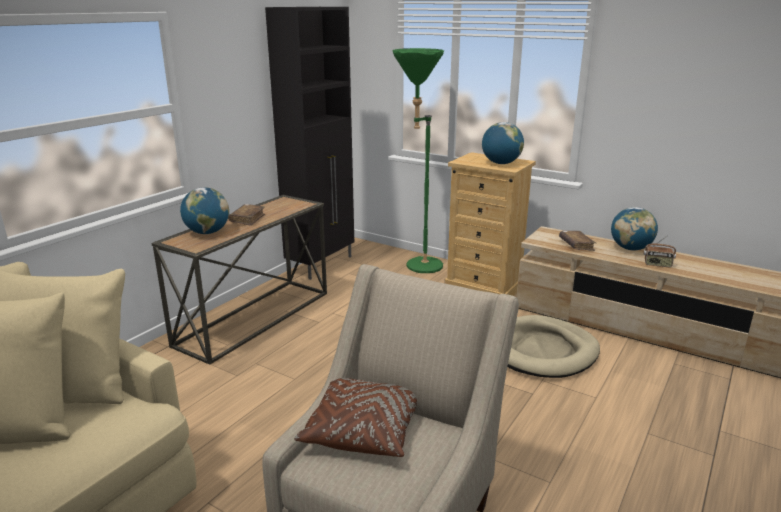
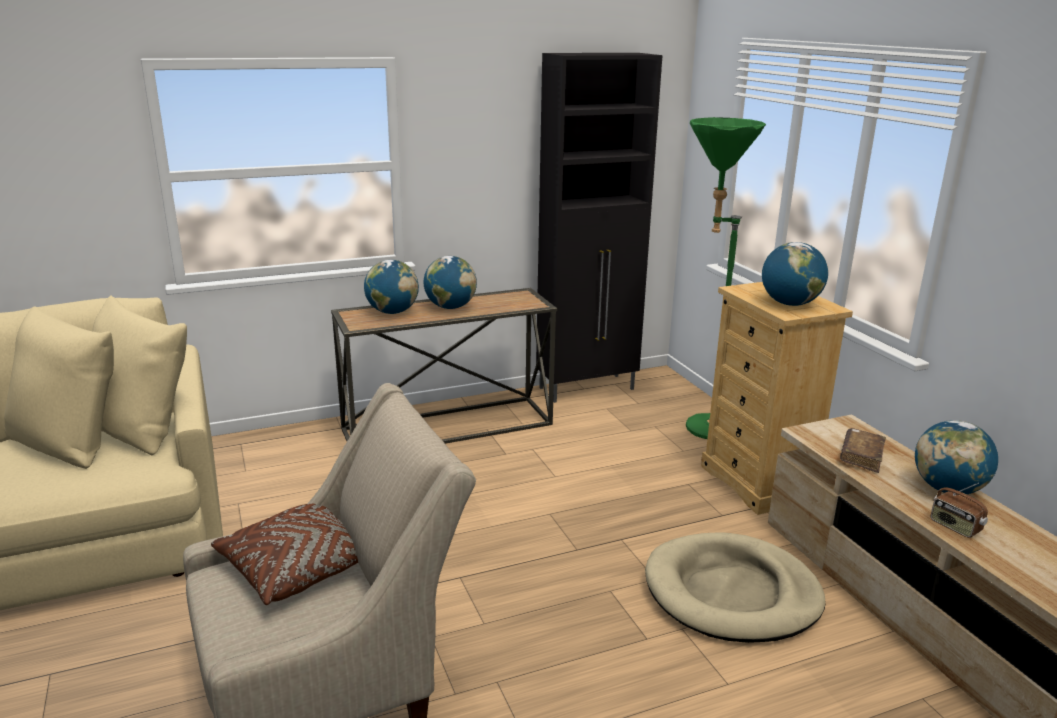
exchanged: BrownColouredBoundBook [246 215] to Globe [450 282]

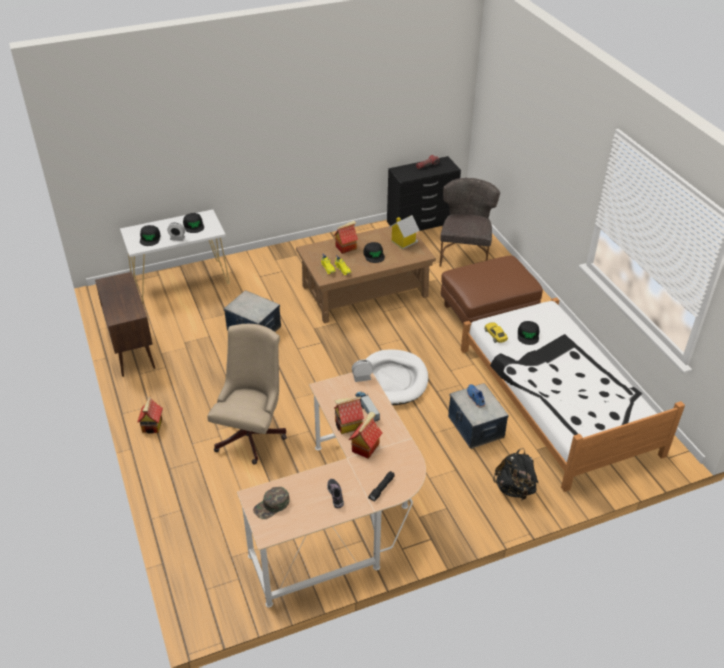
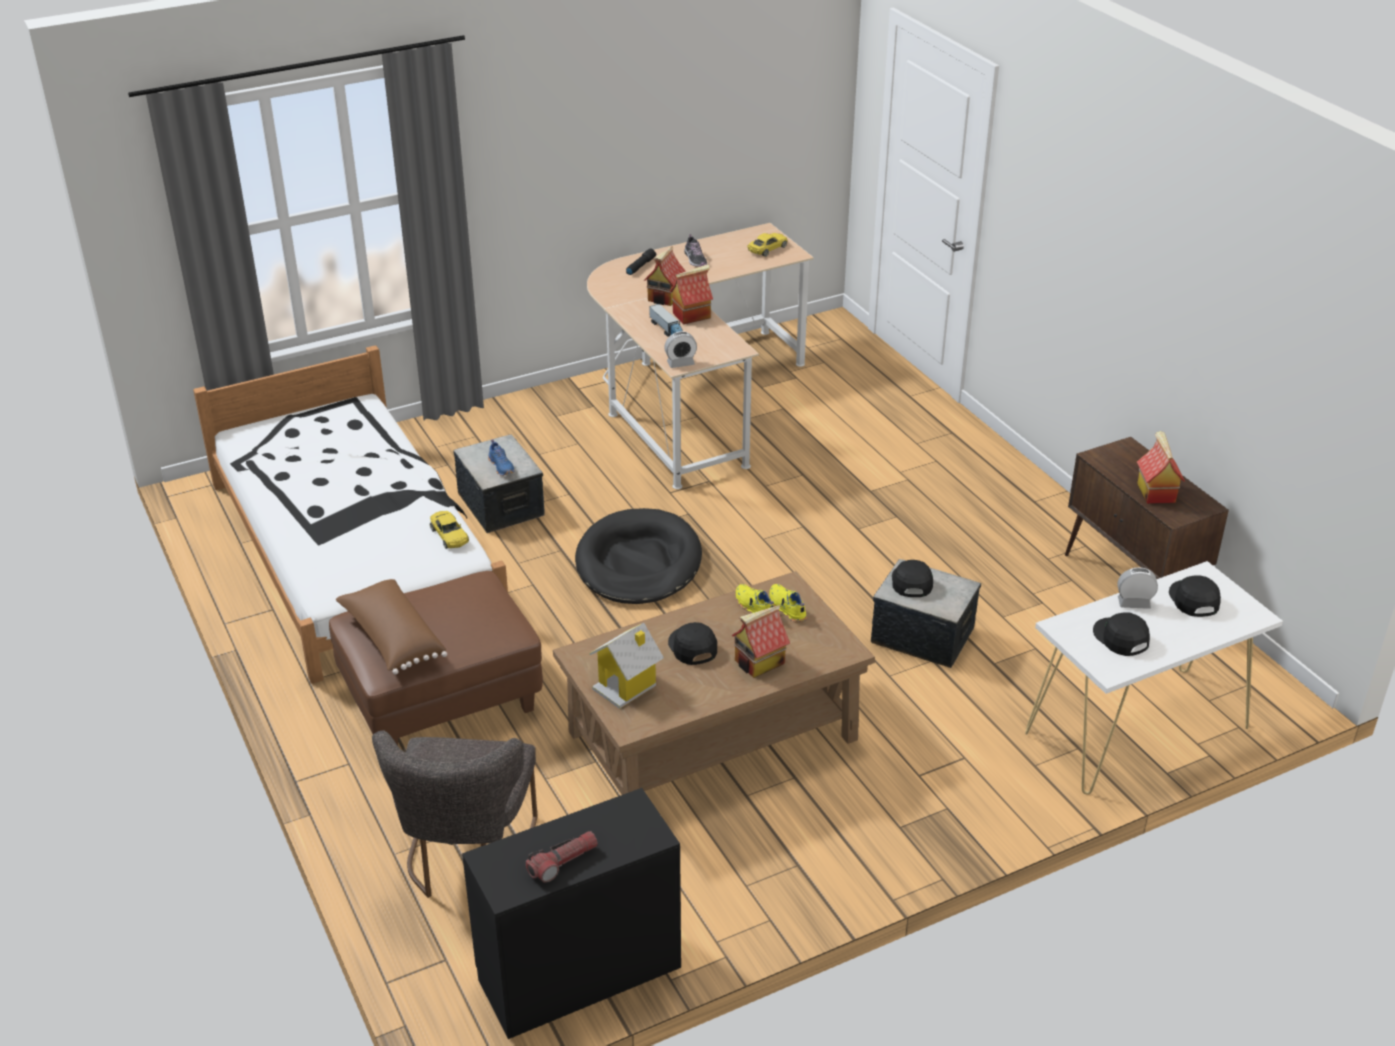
missing: SandColouredComputerChair [247 394]; BlackRucksack [516 474]
appeared: BrownColouredThrowPillow [391 627]
relocated: BlackPeakedCap [528 333] to [912 578]; MiniatureHouse [150 415] to [1161 467]
exchanged: GreenPeakedCap [271 503] to YellowishMiniatureCar [767 245]
colour: WhitishPetBed [396 377] to BlackPetBed [638 556]

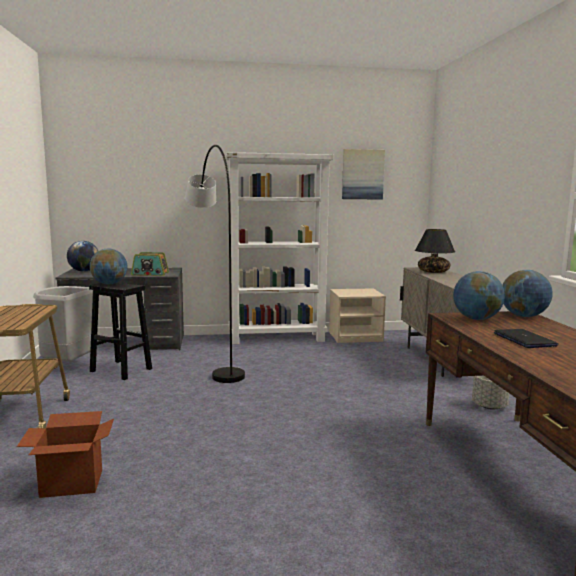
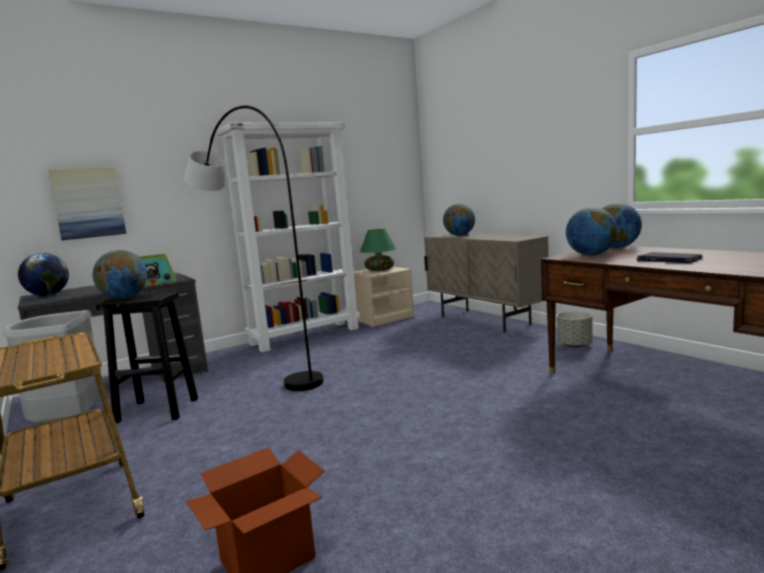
appeared: GreenTableLamp [378 250]
relocated: WallPicture [363 174] to [87 203]
exchanged: BlackTableLamp [435 251] to Globe [459 220]

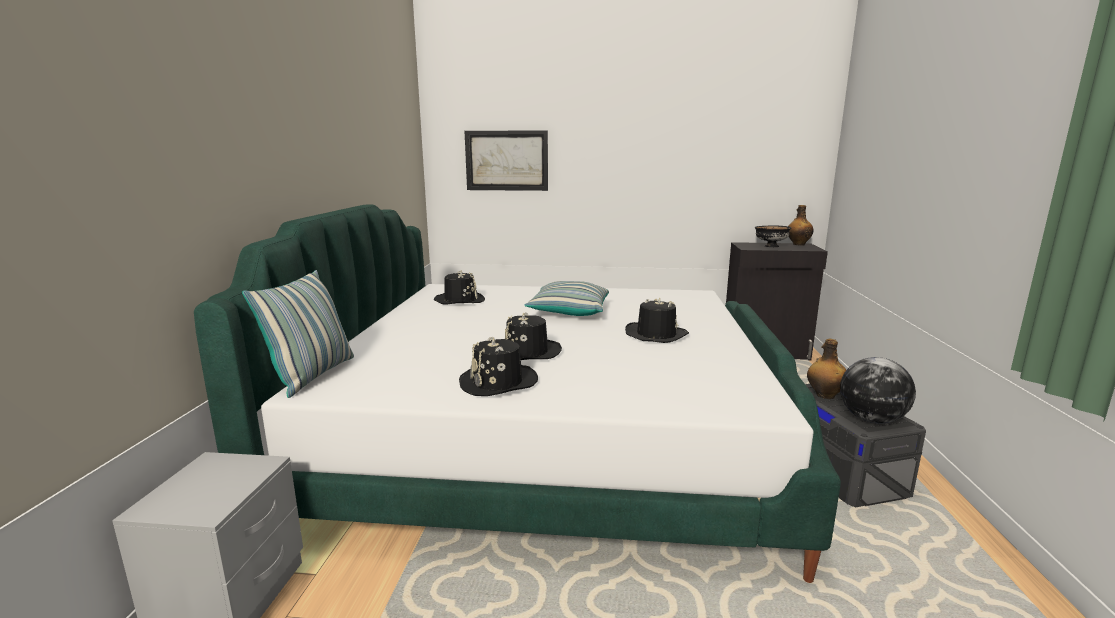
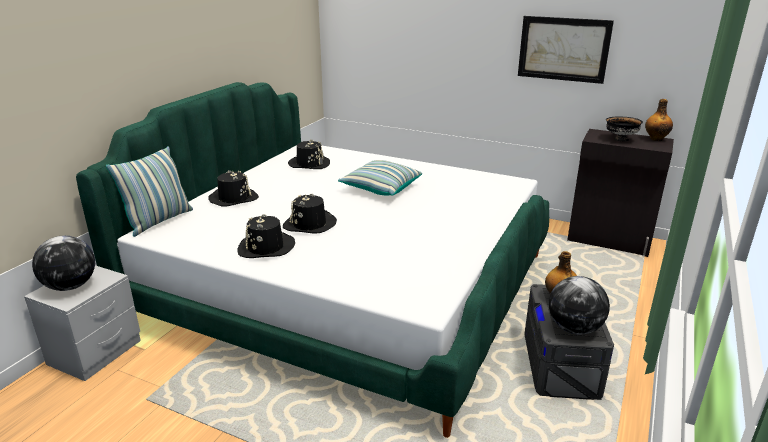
appeared: Globe [63 263]
relocated: WallPicture [506 160] to [566 50]; BlackHat [657 320] to [233 188]

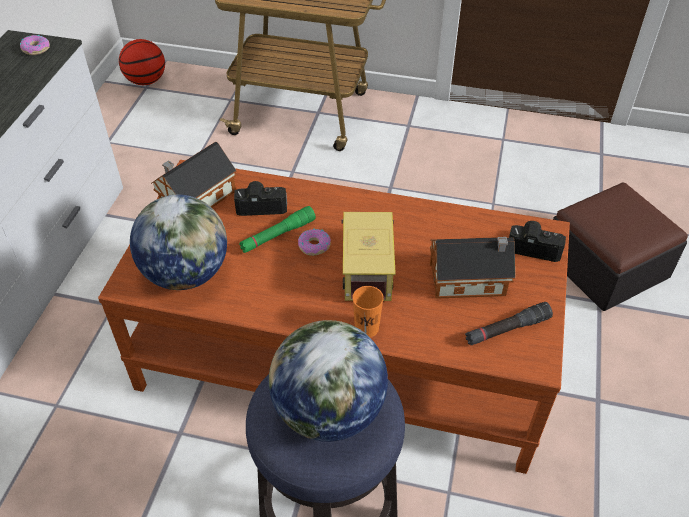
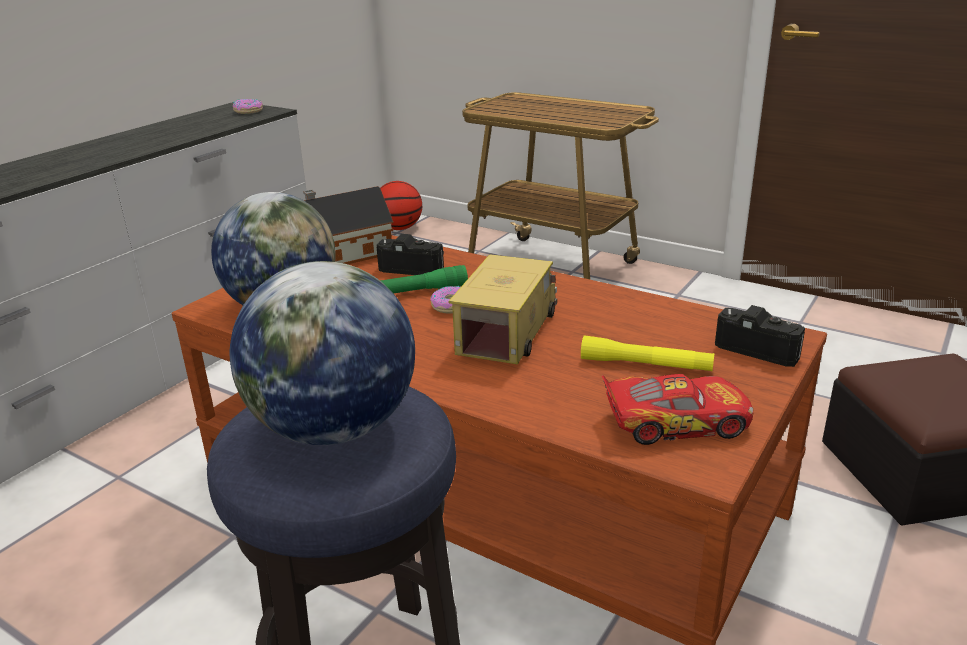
missing: OrangeyDrinkingCup [368 311]
exchanged: MiniatureHouse [472 267] to YellowishHandTorch [647 353]; BlackHandTorch [509 323] to MiniatureCar [677 409]

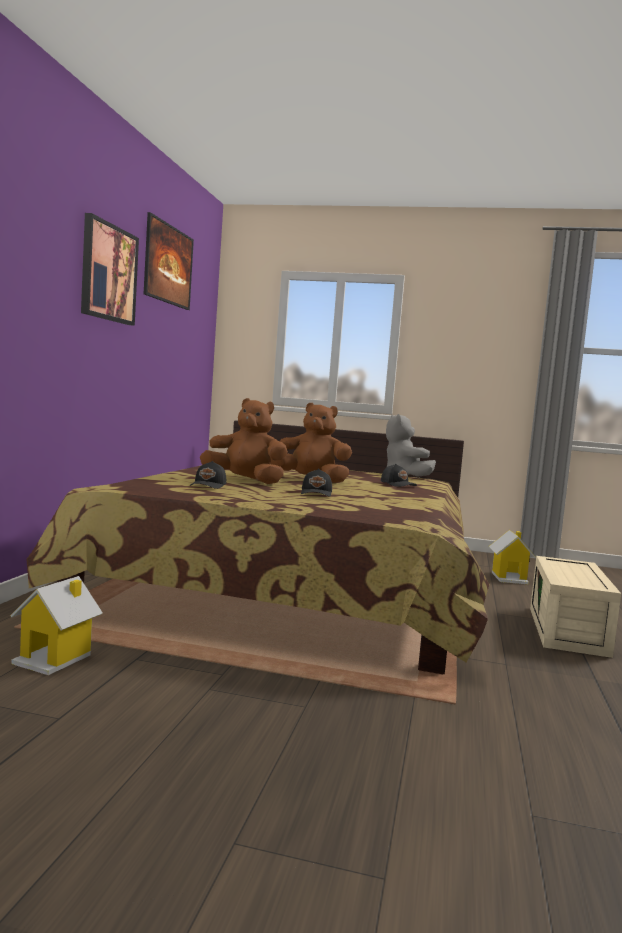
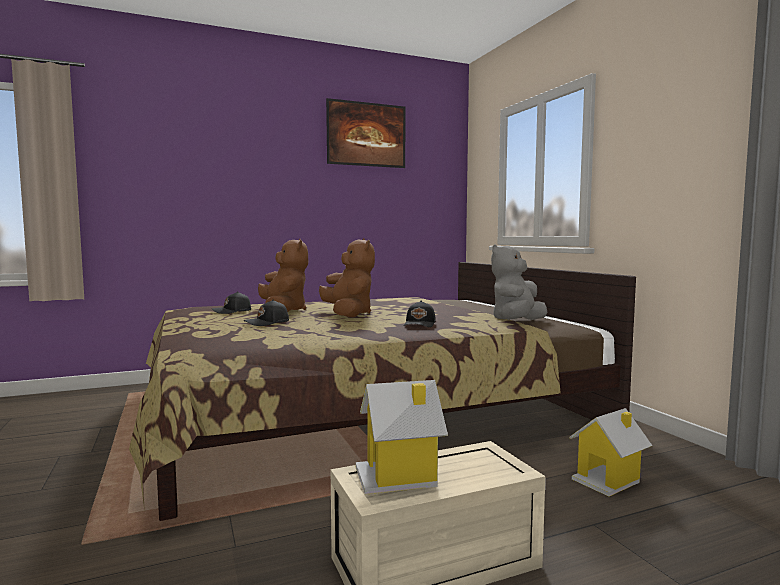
missing: WallPicture [110 269]
relocated: MiniatureHouse [56 625] to [402 437]

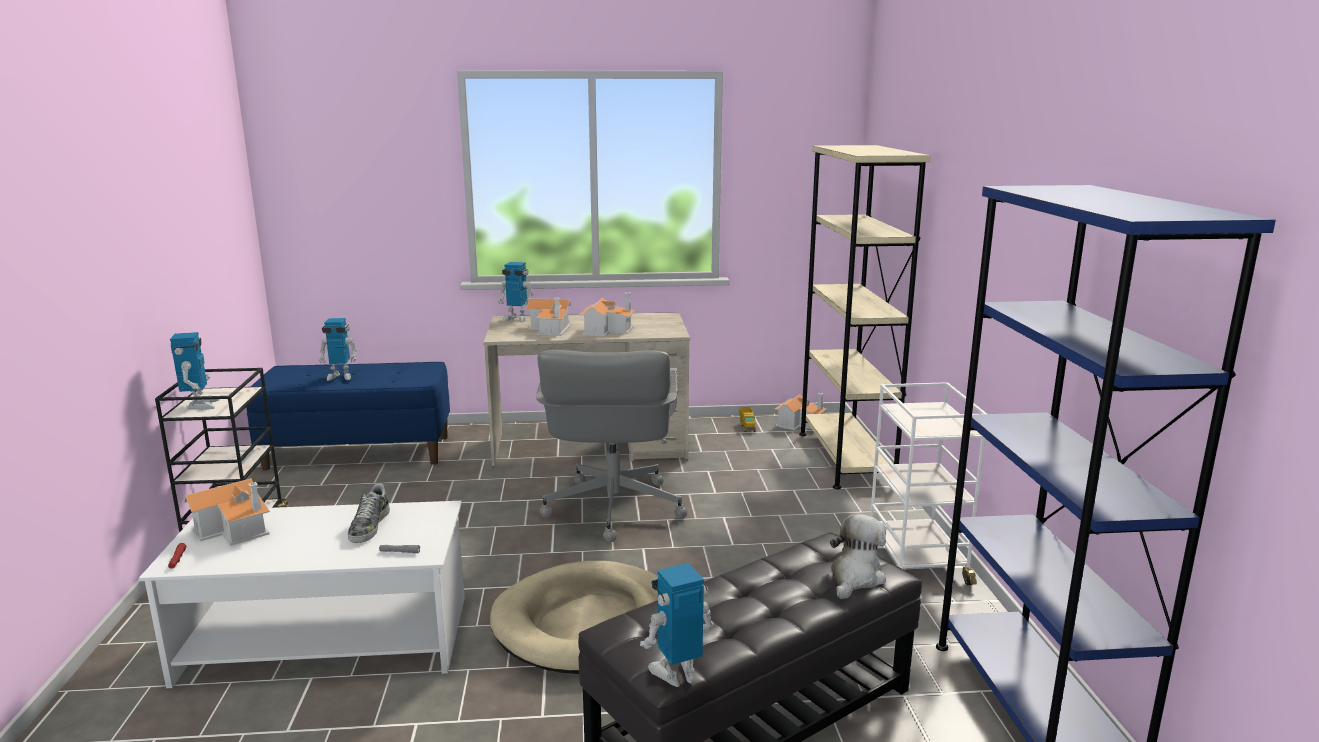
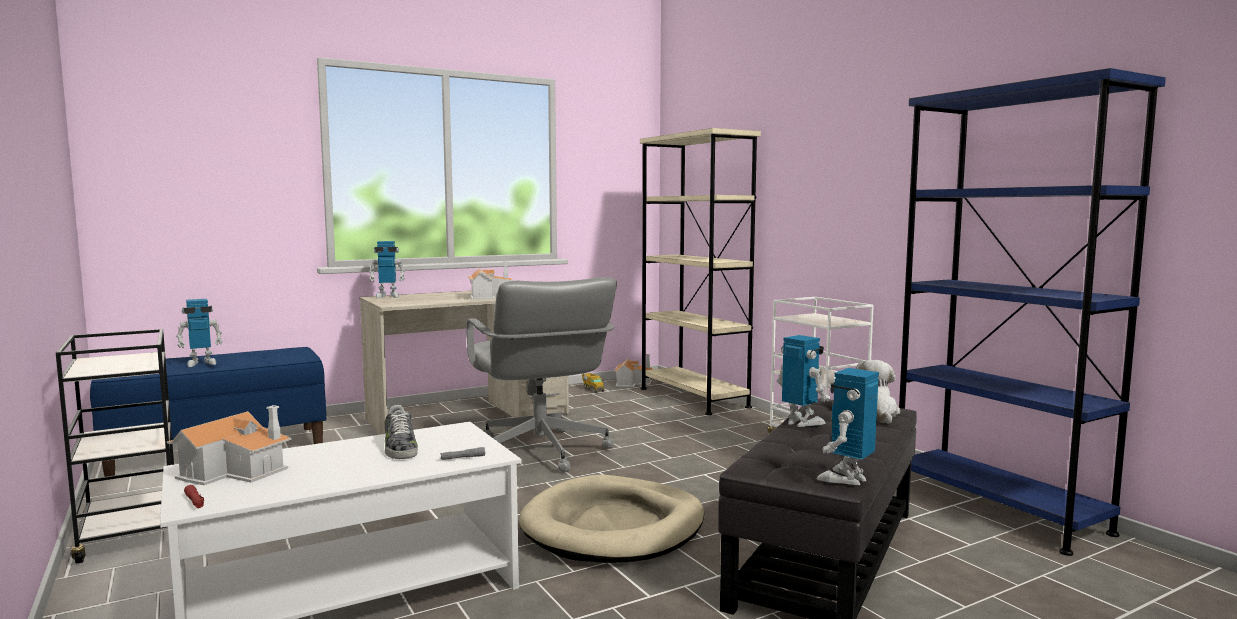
missing: MiniatureHouse [549 317]
relocated: ToyRobot [194 371] to [803 381]

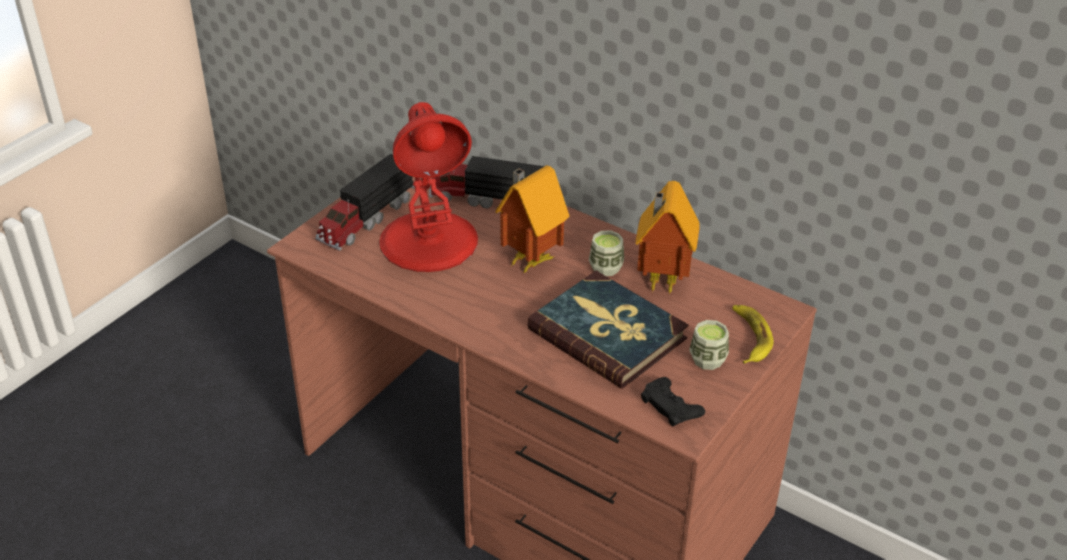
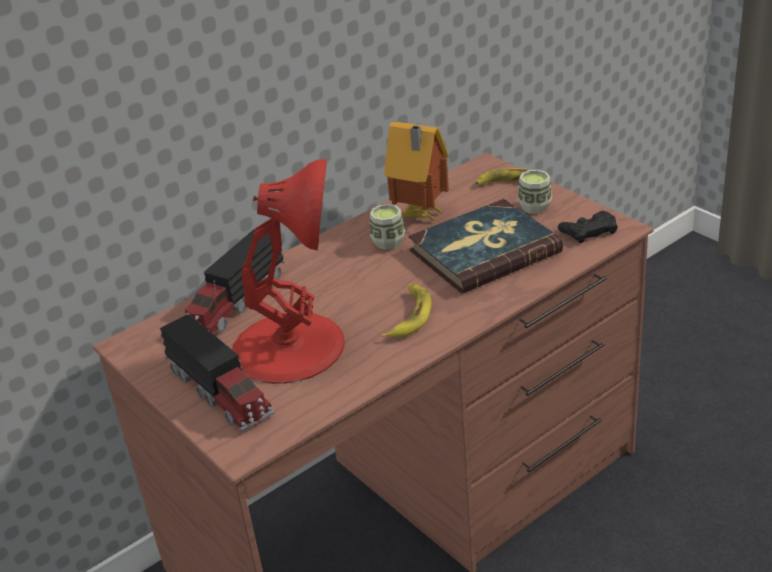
missing: MiniatureHouse [532 219]
appeared: BananaFruit [407 311]

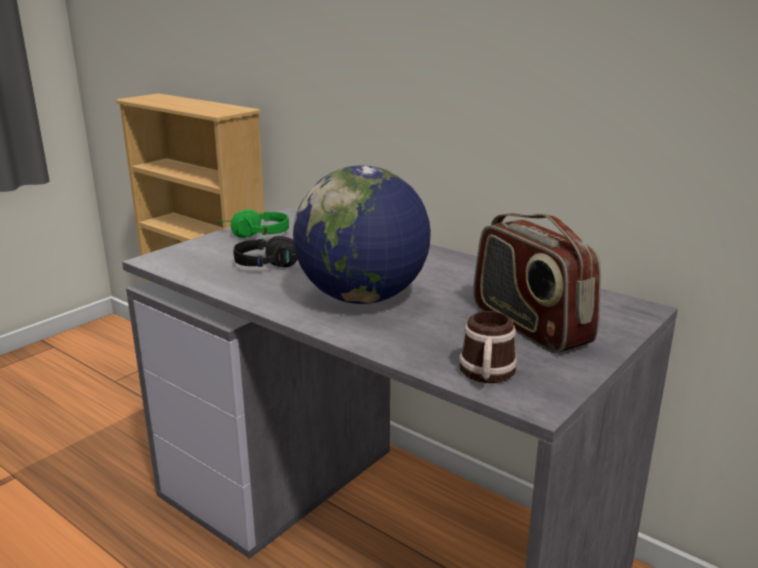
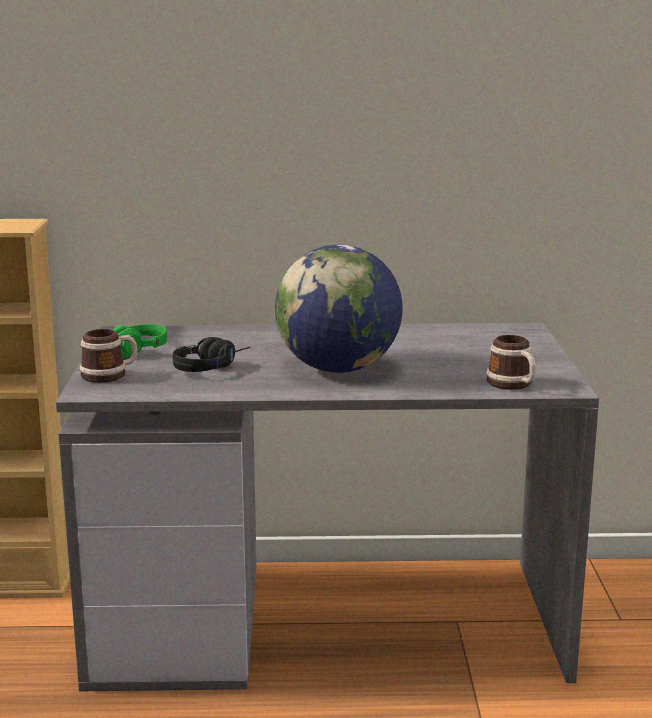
missing: RadioReceiver [537 283]
appeared: Mug [109 356]

